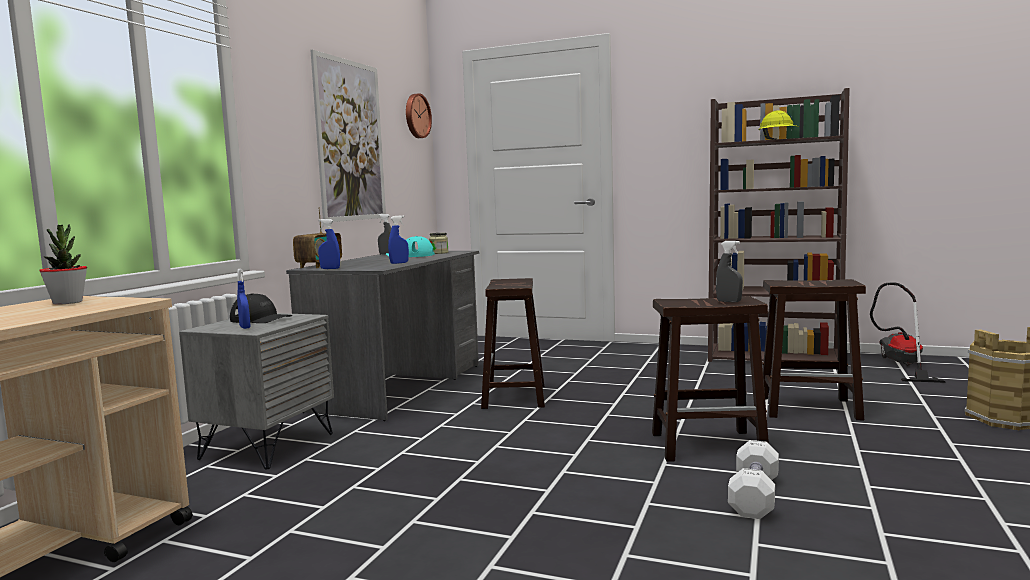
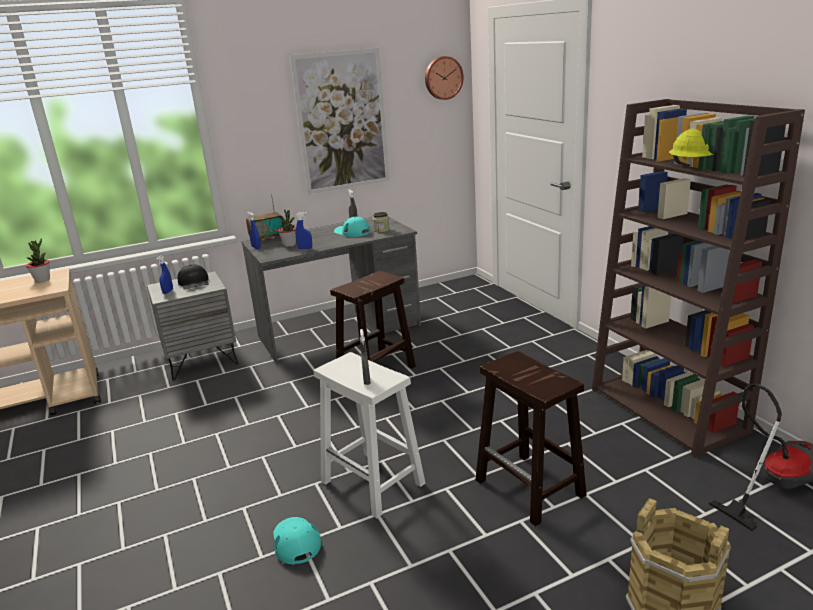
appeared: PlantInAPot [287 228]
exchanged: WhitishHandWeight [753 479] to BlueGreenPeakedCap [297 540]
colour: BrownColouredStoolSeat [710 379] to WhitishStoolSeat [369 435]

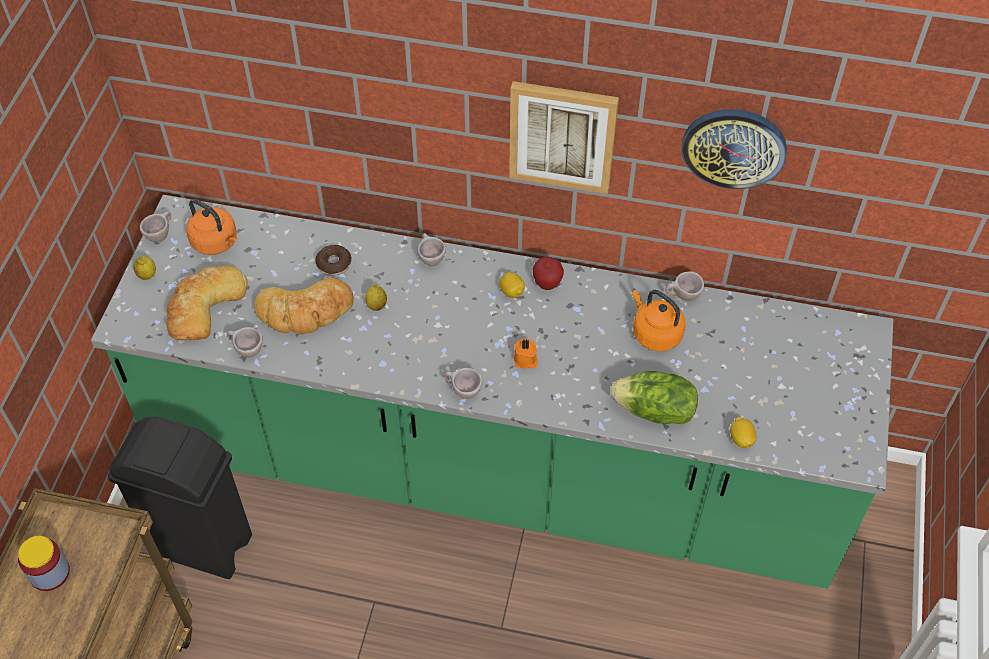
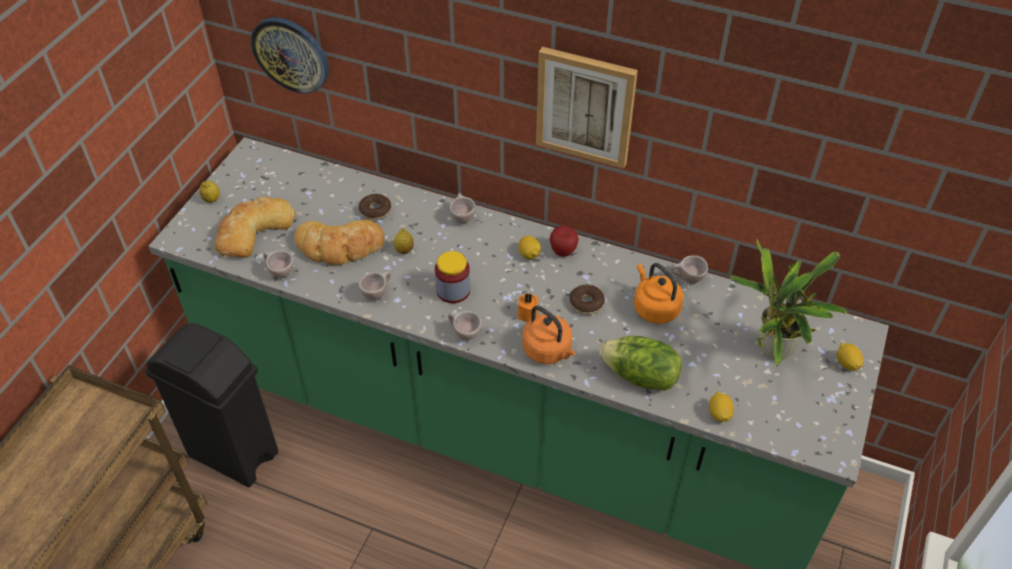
appeared: PlantInAPot [788 303]; RingDoughnut [587 300]; CitrusFruit [850 357]
relocated: HangingClock [734 149] to [289 55]; OrangeyWaterKettle [211 227] to [549 335]; SandColouredDrinkingCup [155 227] to [375 286]; StorageJar [44 563] to [452 277]

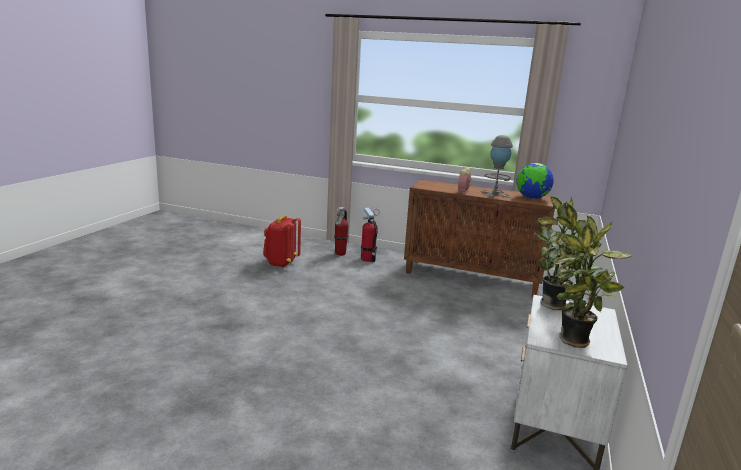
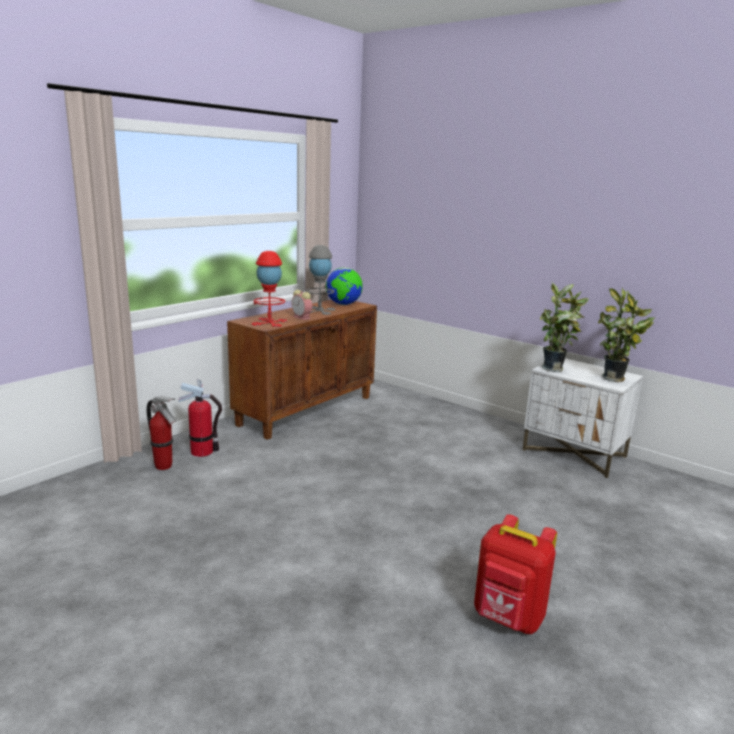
appeared: ReddishTableLamp [269 289]
relocated: ReddishRucksack [282 241] to [515 574]

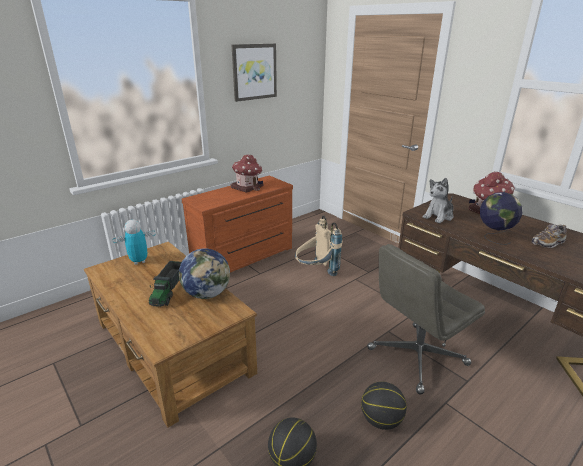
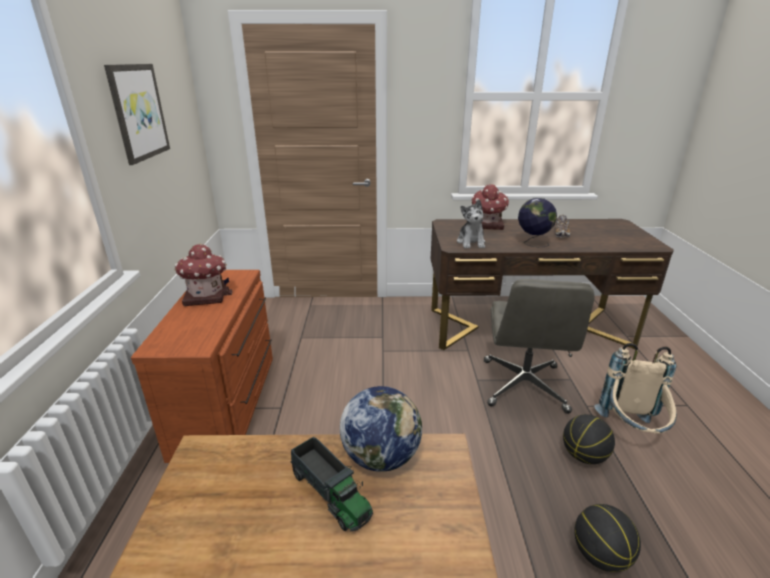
missing: ToyRobot [134 242]
relocated: SandColouredRucksack [318 245] to [635 388]

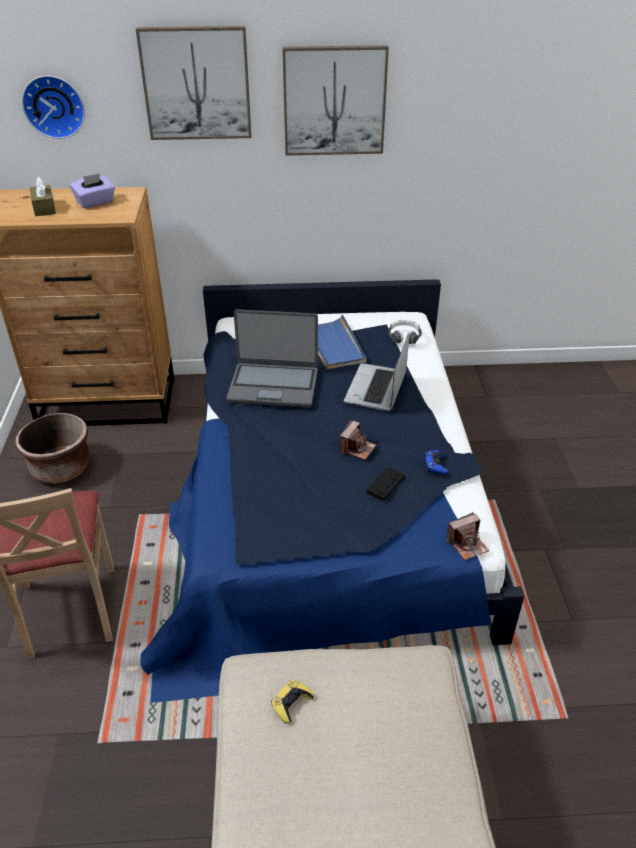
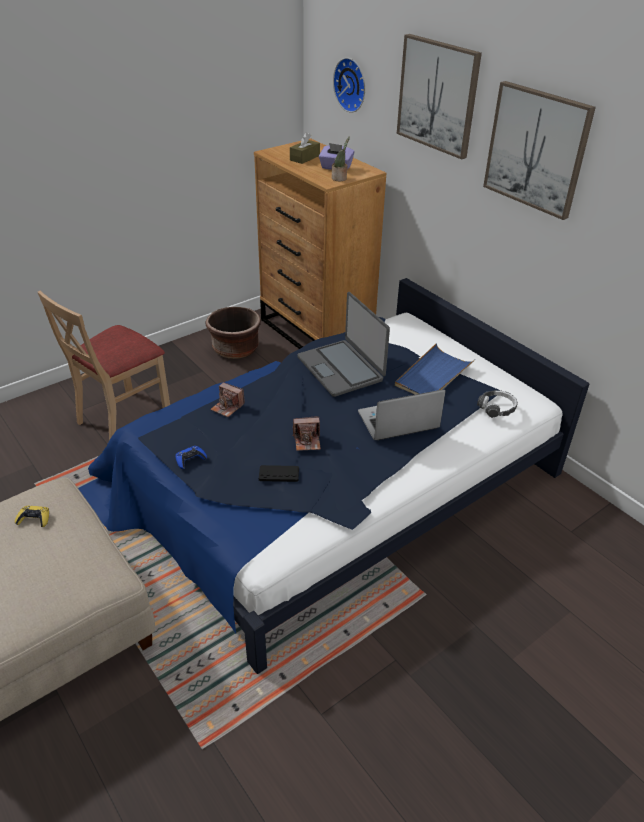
appeared: PlantInAPot [341 158]
relocated: BlueColouredGameController [437 462] to [191 457]; PhotoCamera [468 536] to [227 399]

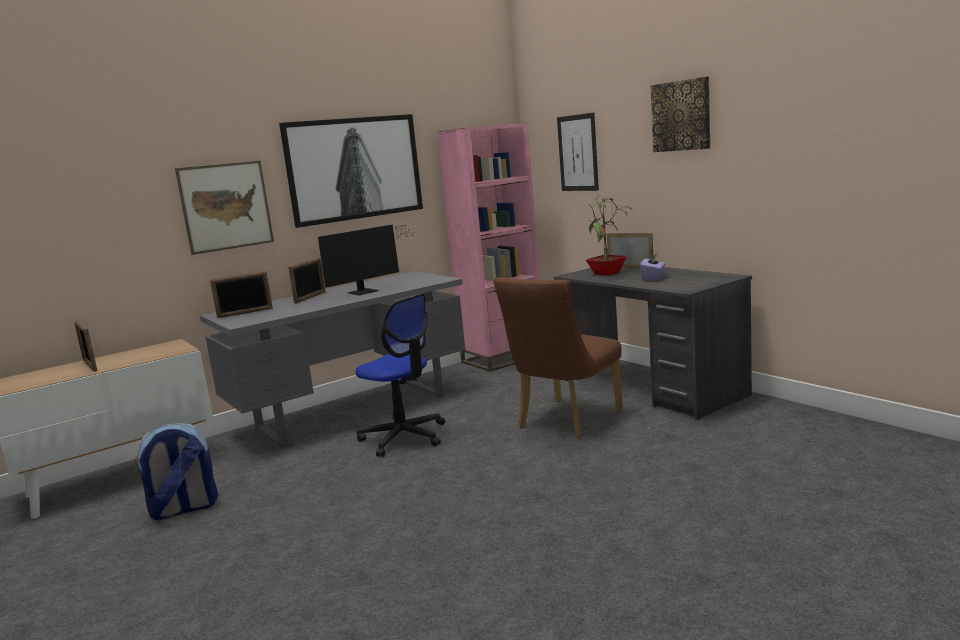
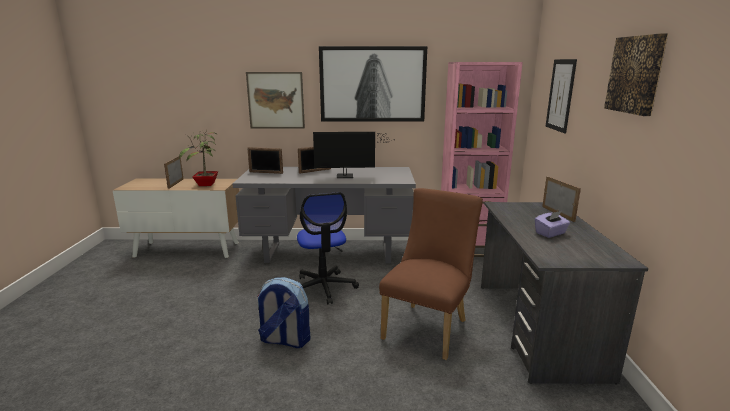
relocated: PlantInAPot [609 236] to [198 158]; Rucksack [176 471] to [284 312]
spun: BrownColouredPlainChair [558 358] = [431 274] 135 degrees clockwise

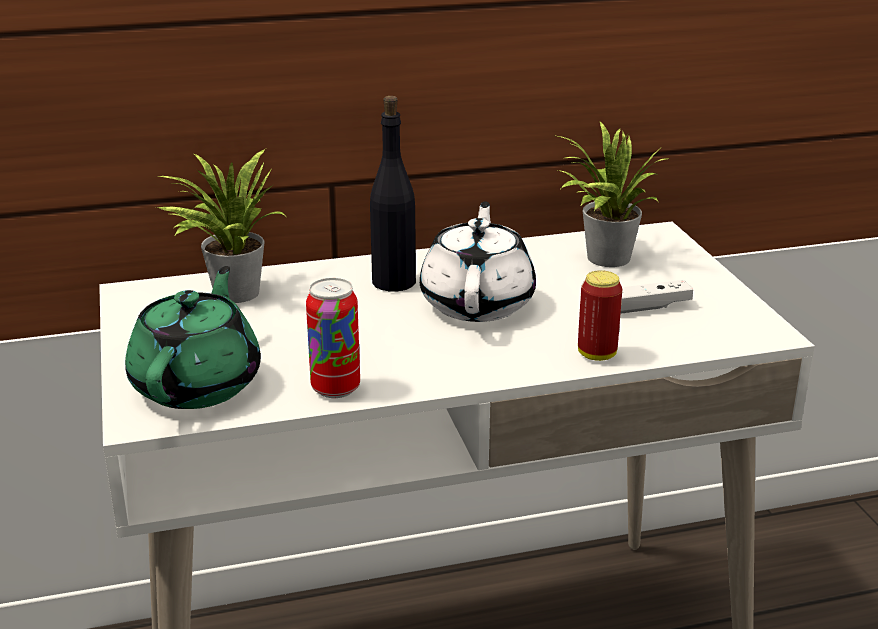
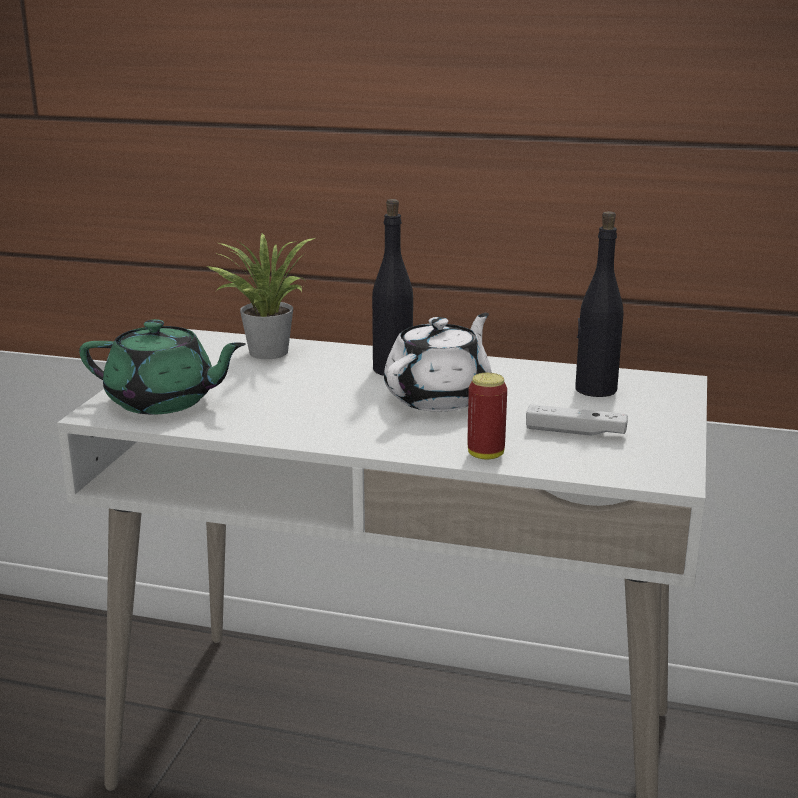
missing: SealedCan [333 338]
exchanged: PlantInAPot [611 194] to BlackBeverageBottle [599 304]
spun: GreenPotForTea [193 337] = [162 366] 60 degrees clockwise

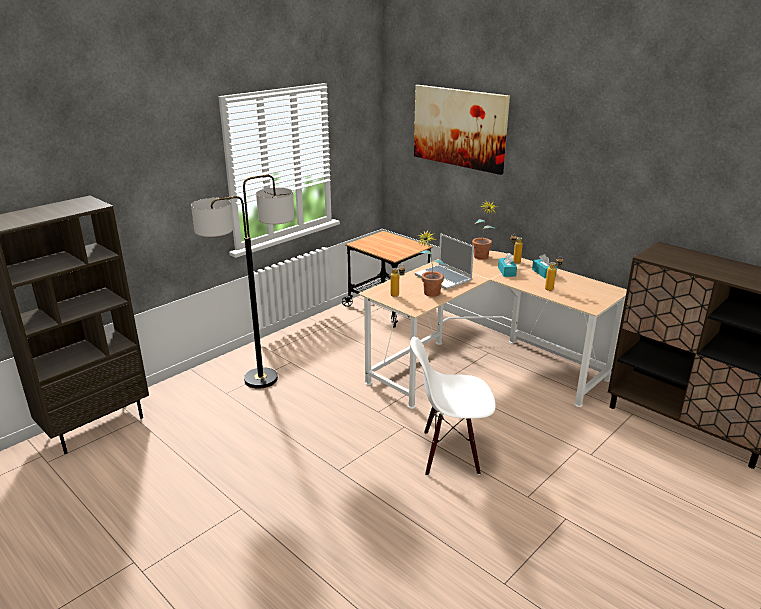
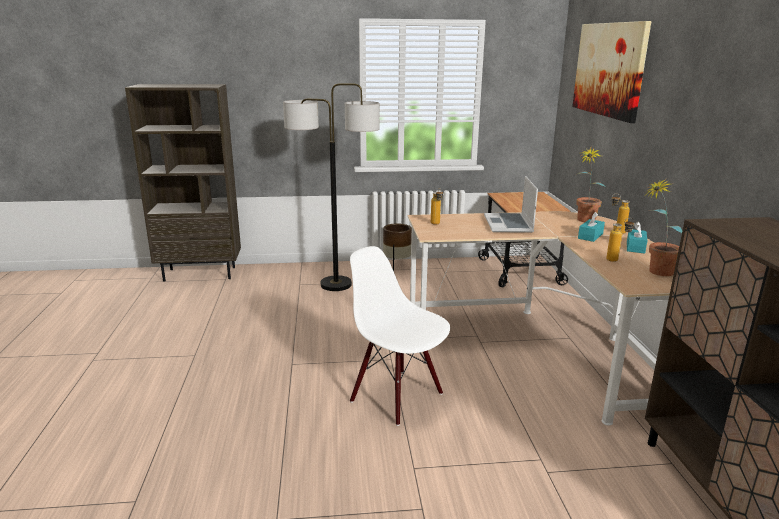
appeared: BrownColouredFlowerPot [397 247]
relocated: PlantInAPot [431 264] to [663 227]

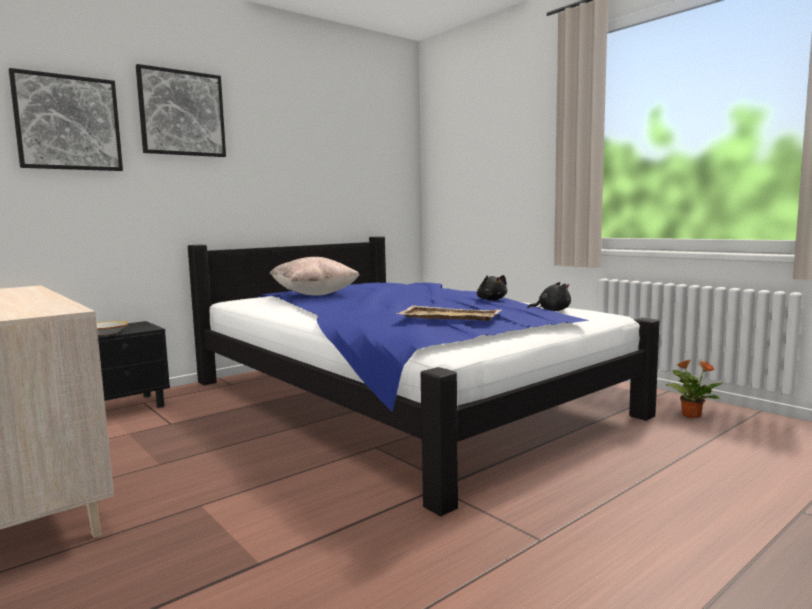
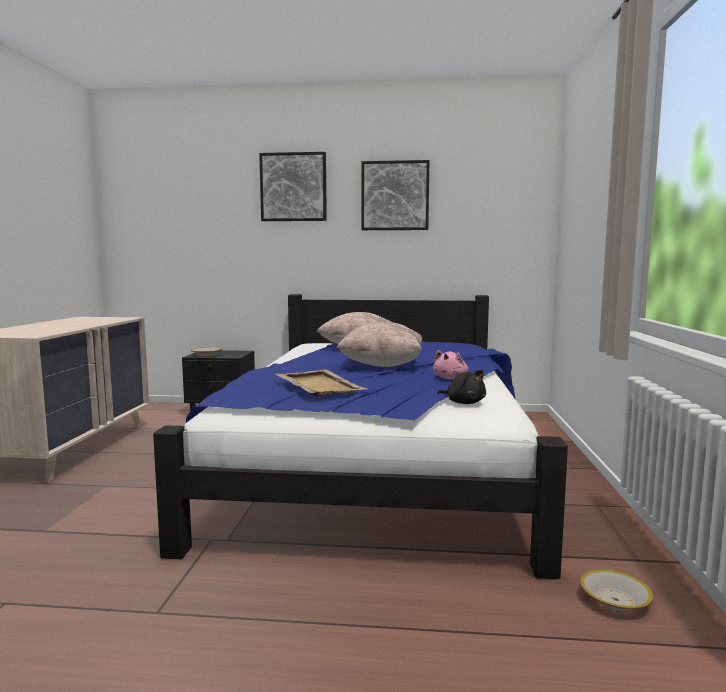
appeared: SandColouredThrowPillow [380 344]
relocated: WallPicture [66 119] to [395 195]
exchanged: PlantInAPot [693 388] to Bowl [616 590]
colour: BlackSoftToy [492 287] to PinkishSoftToy [450 364]

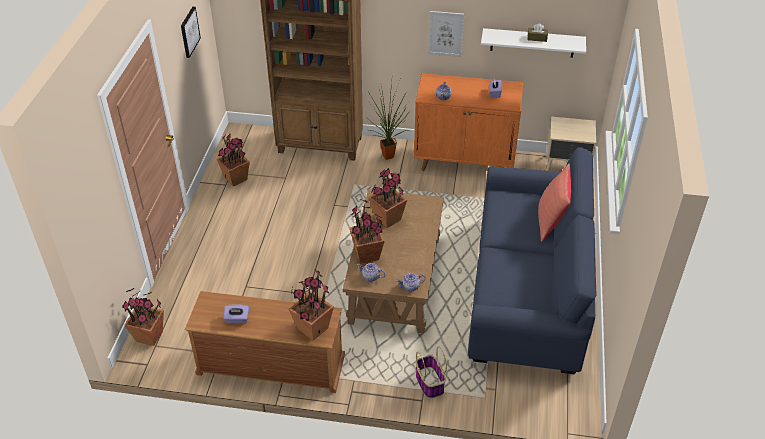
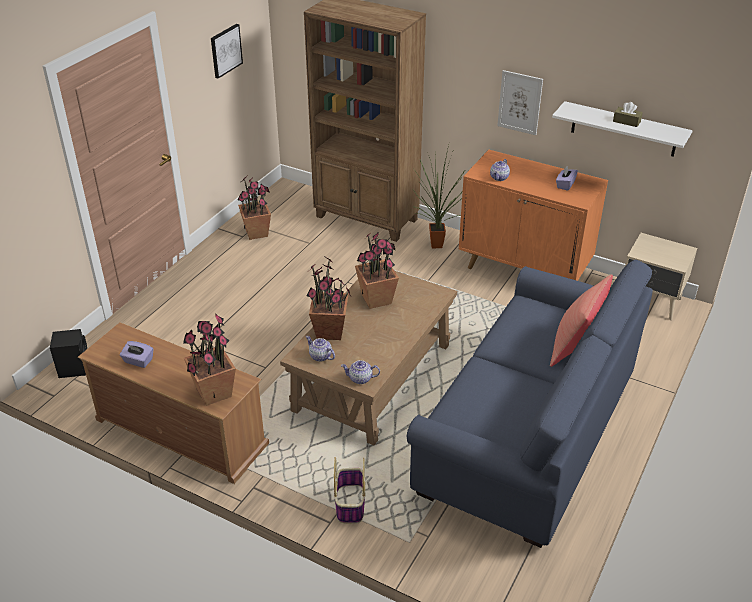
exchanged: PlantInAPot [143 317] to BlackSpeaker [68 353]

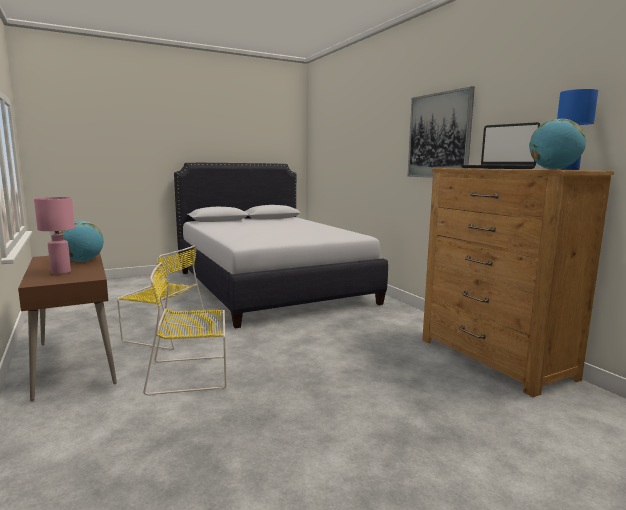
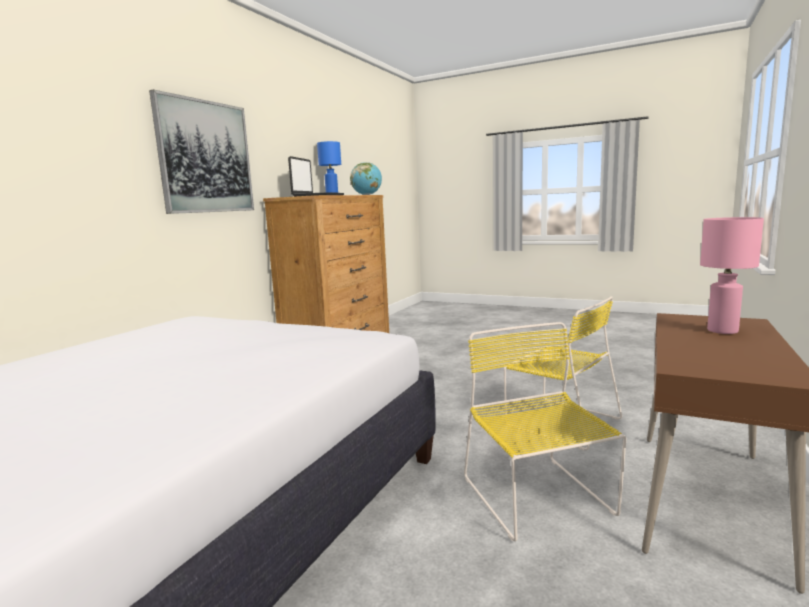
missing: Globe [82 241]

